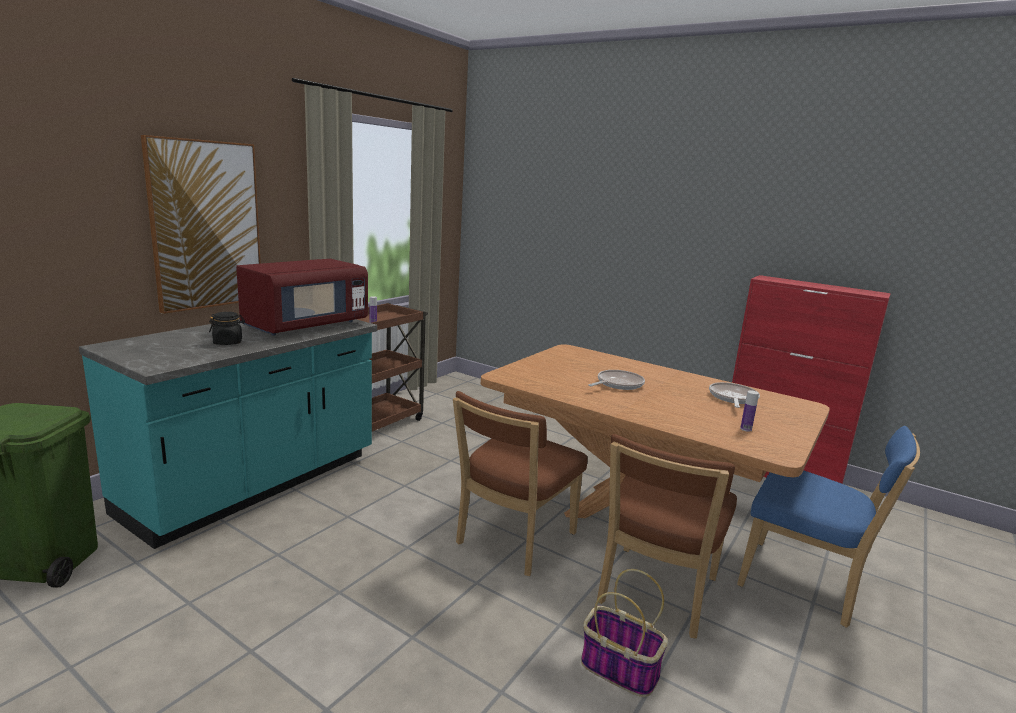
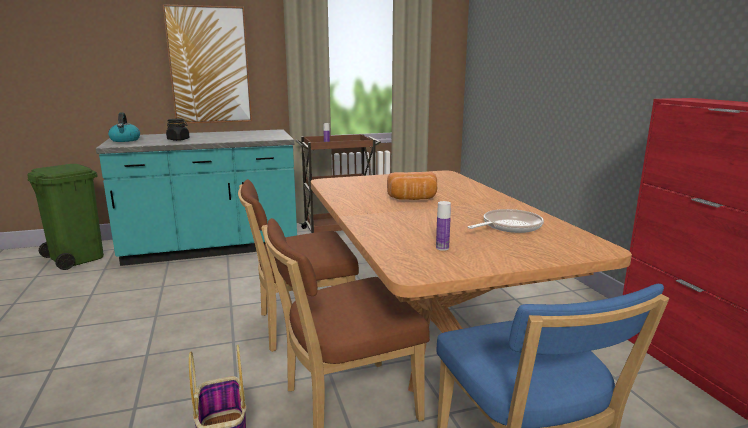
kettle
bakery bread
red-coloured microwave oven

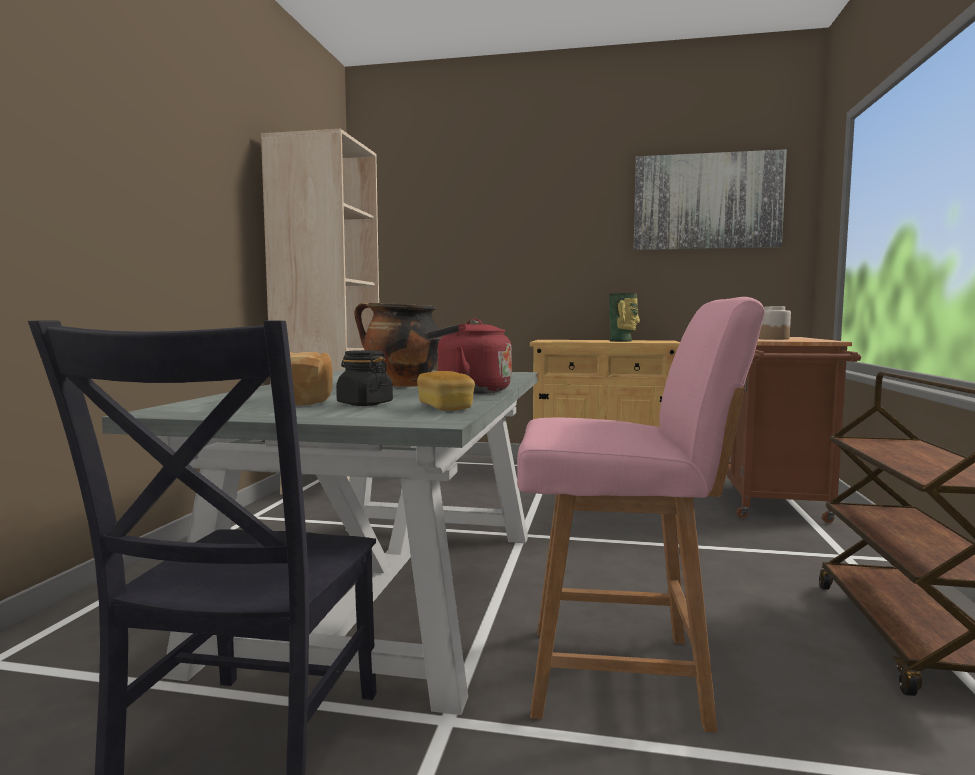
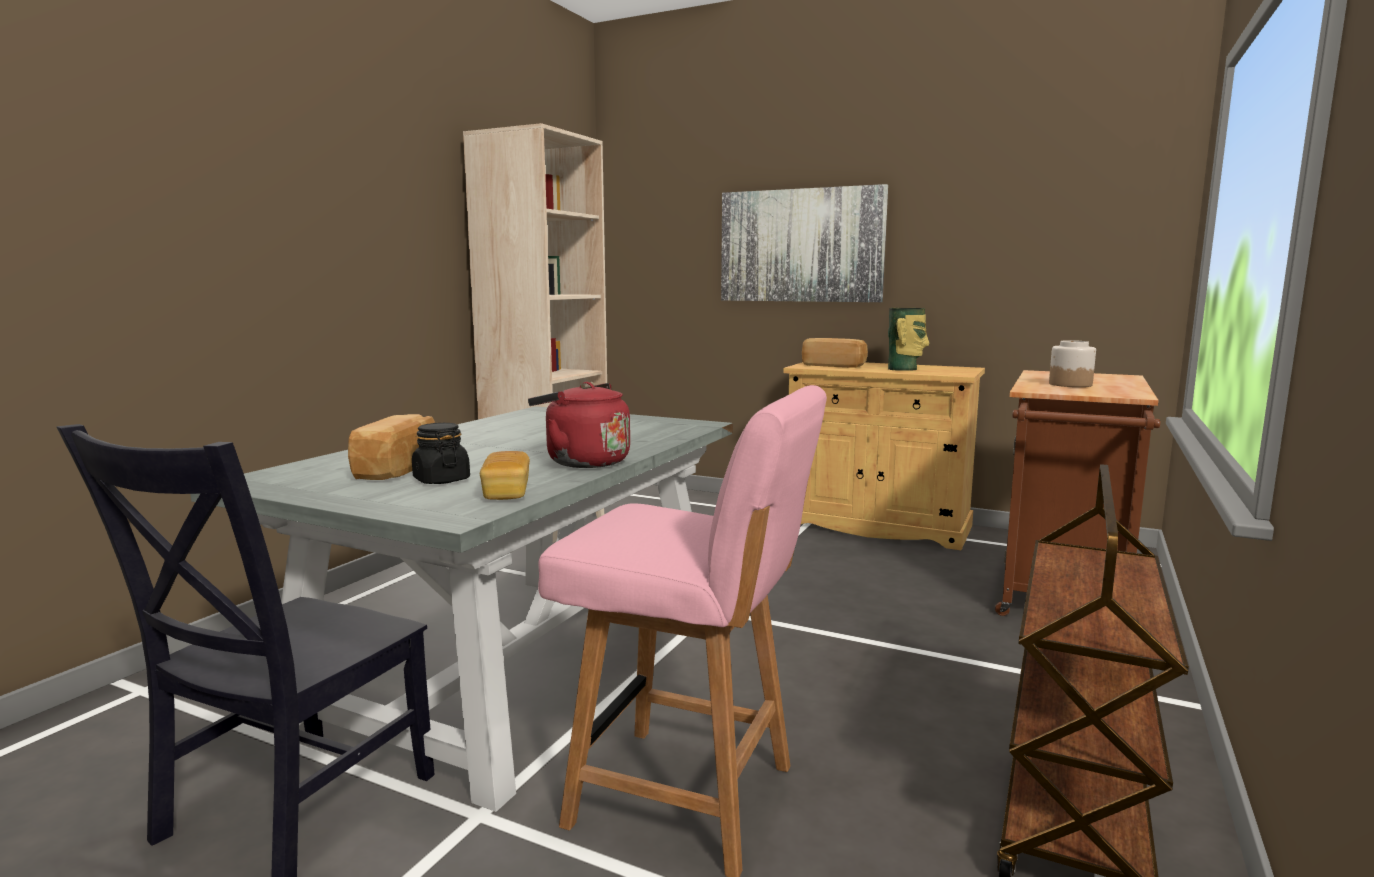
wall picture
bakery bread (3rd from left)
stockpot

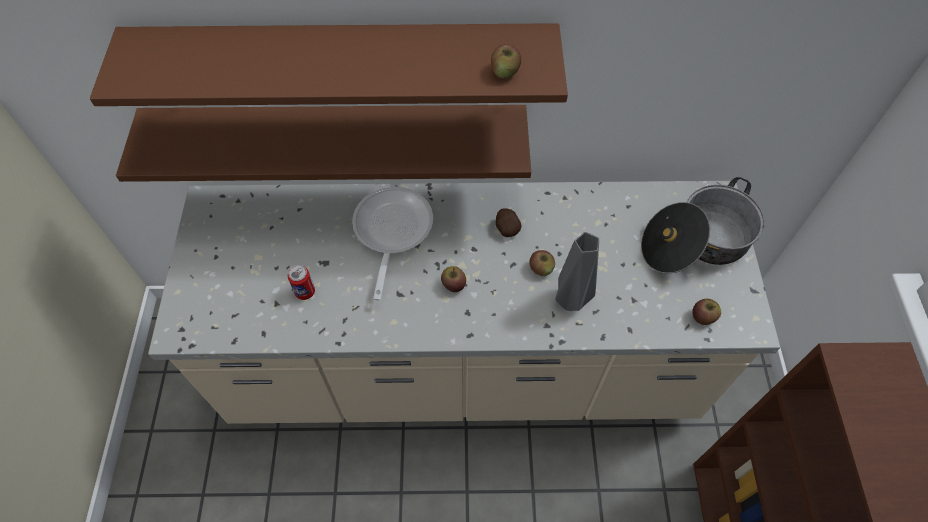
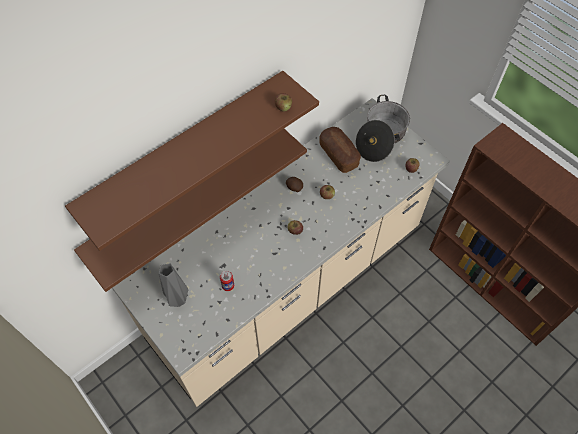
gray vase
bakery bread
pan

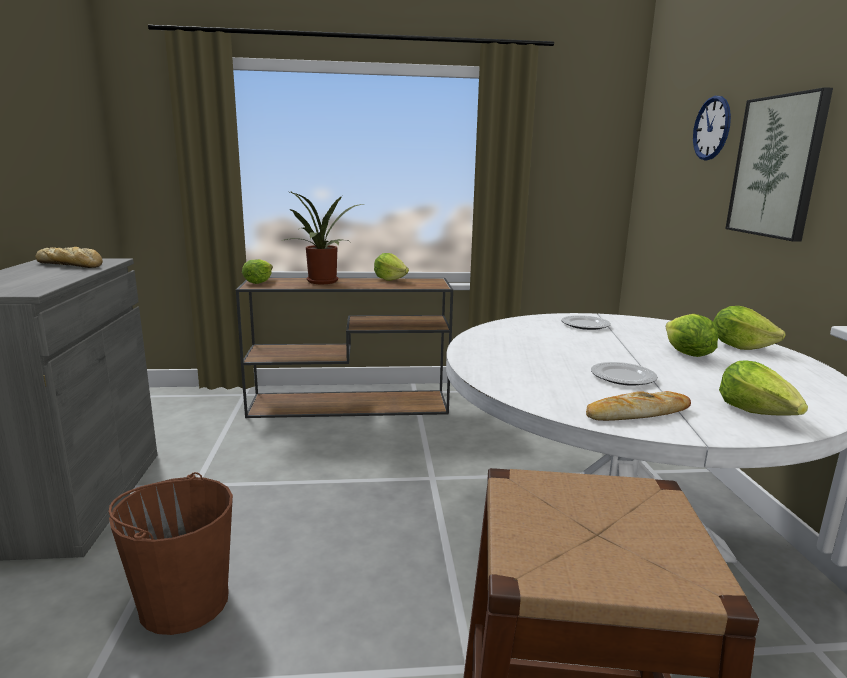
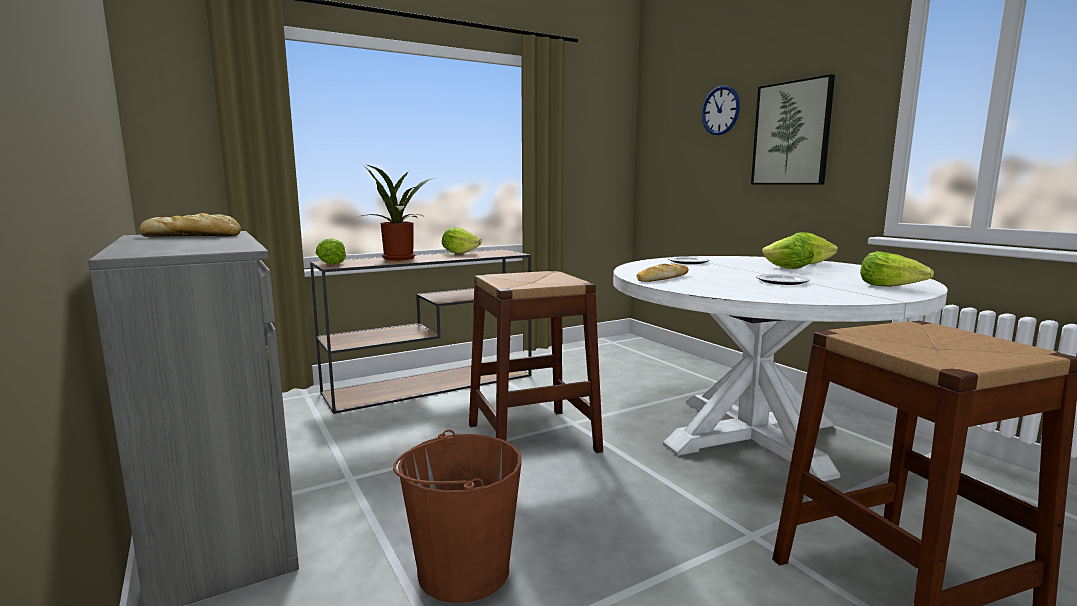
brown-coloured sitting stool (1st from left)
bakery bread (2nd from left)

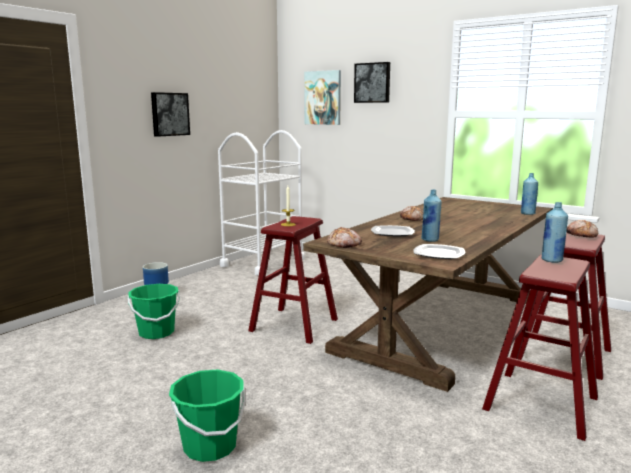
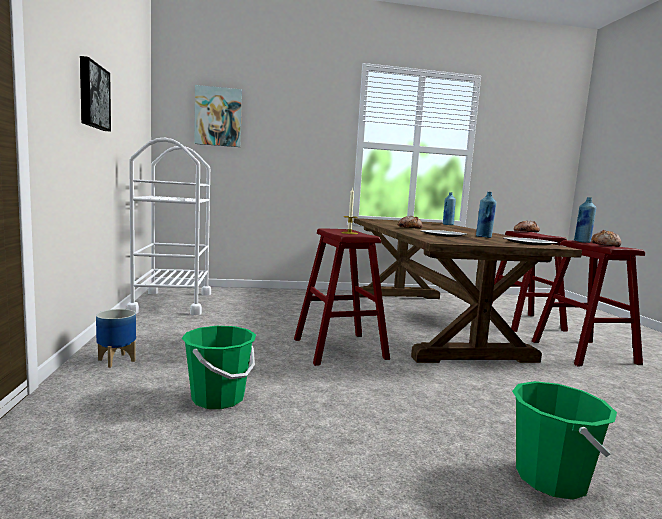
bakery bread (3rd from left)
wall picture (3rd from left in the first image)

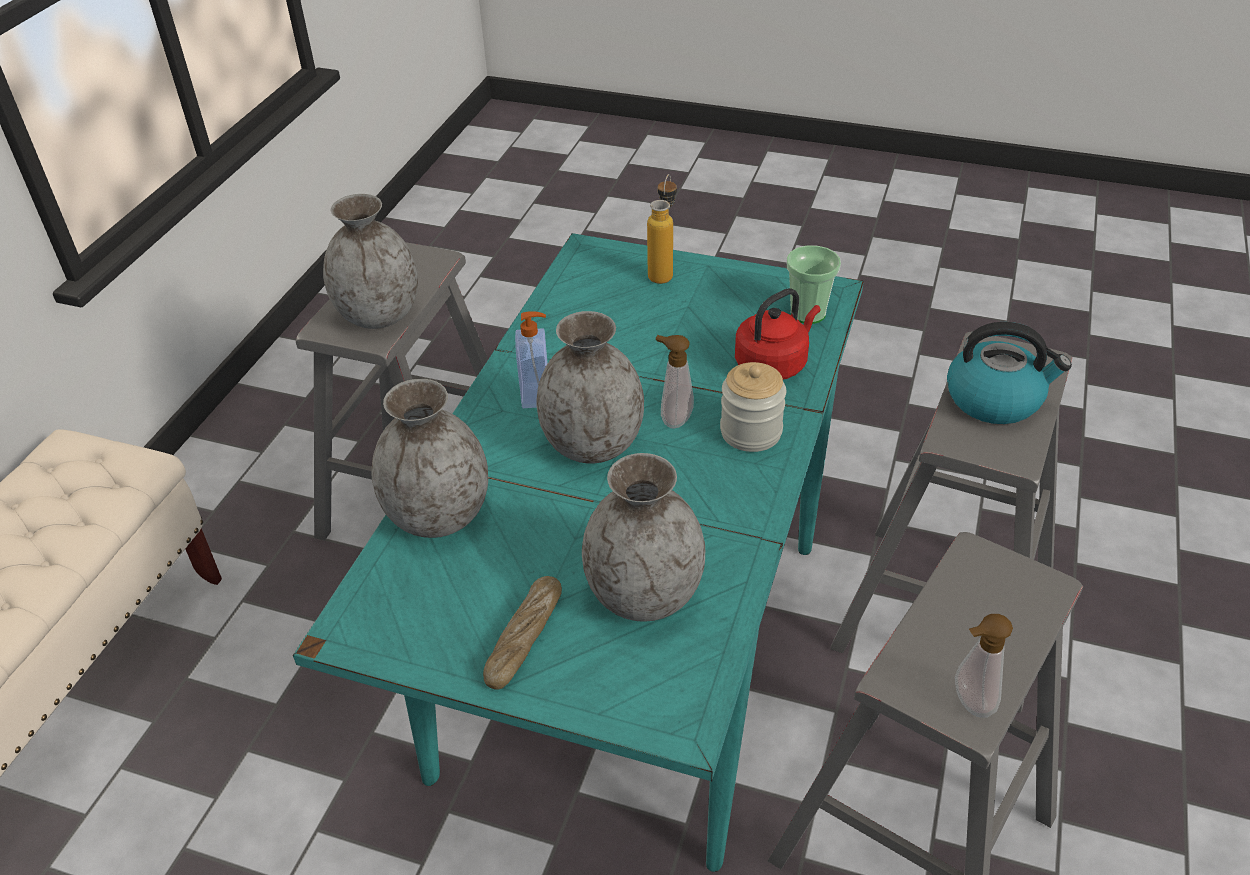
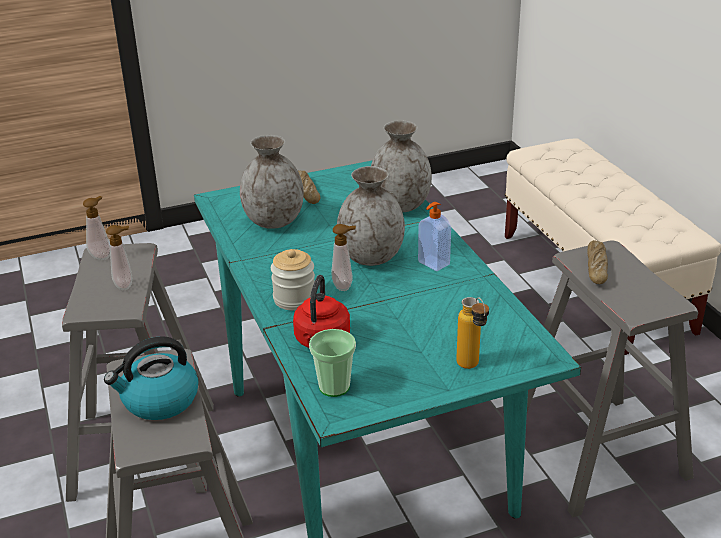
soap bottle (2nd from left)
bakery bread (2nd from left)

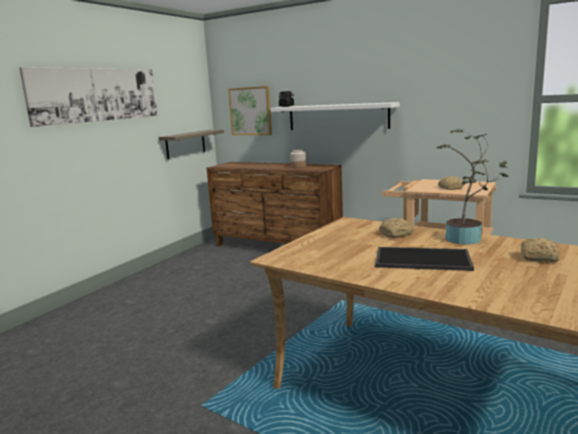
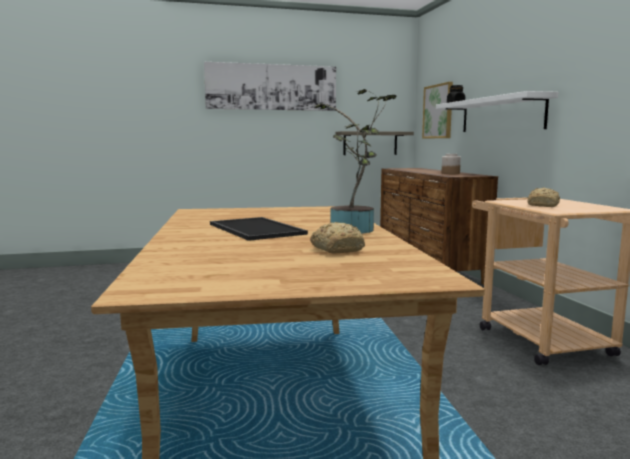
bakery bread (1st from left in the first image)

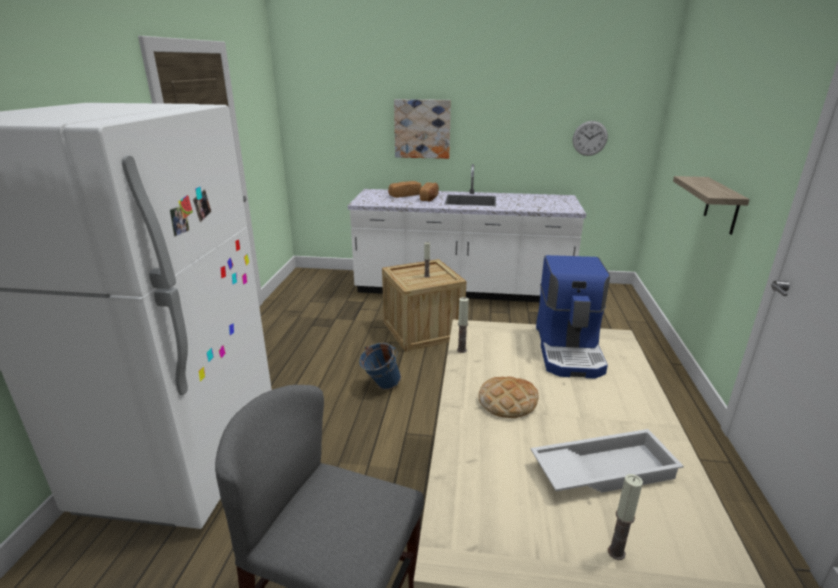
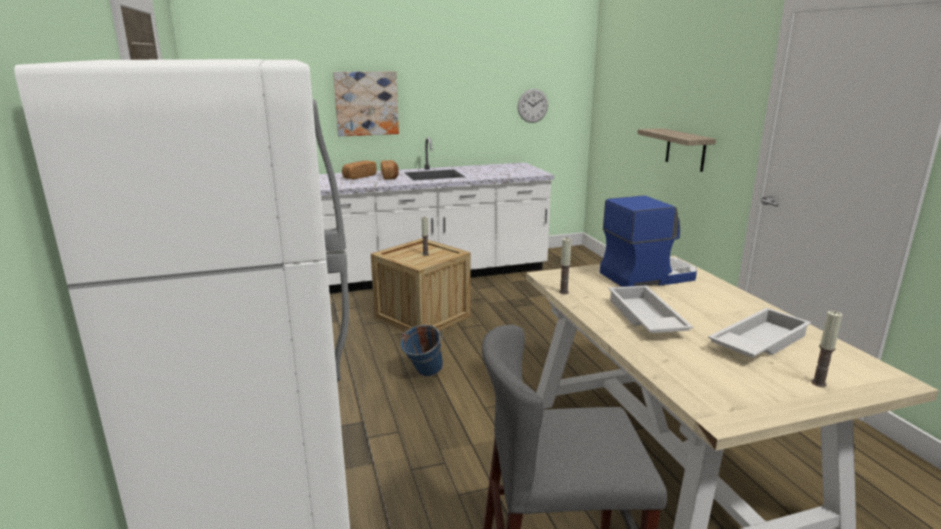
coffee maker
whitish serving tray (1st from left)

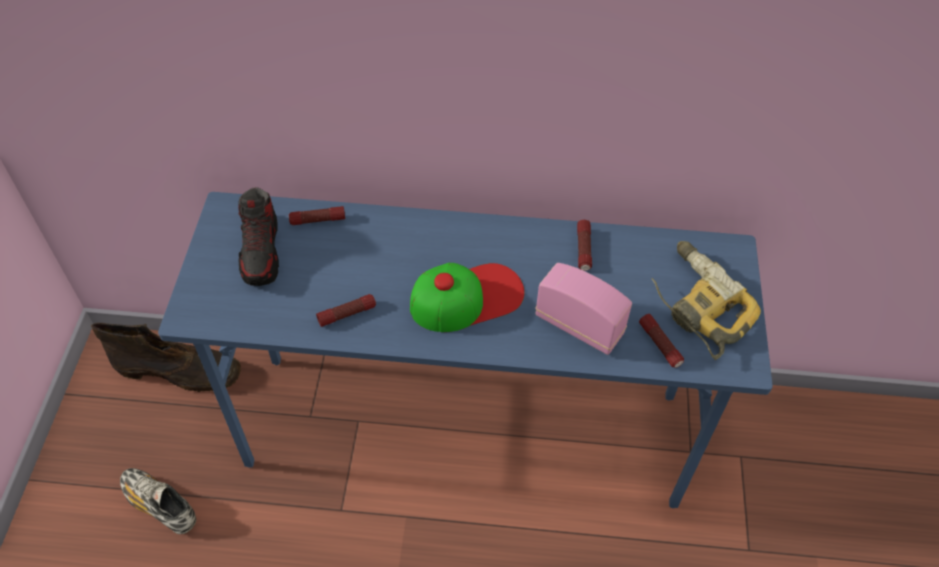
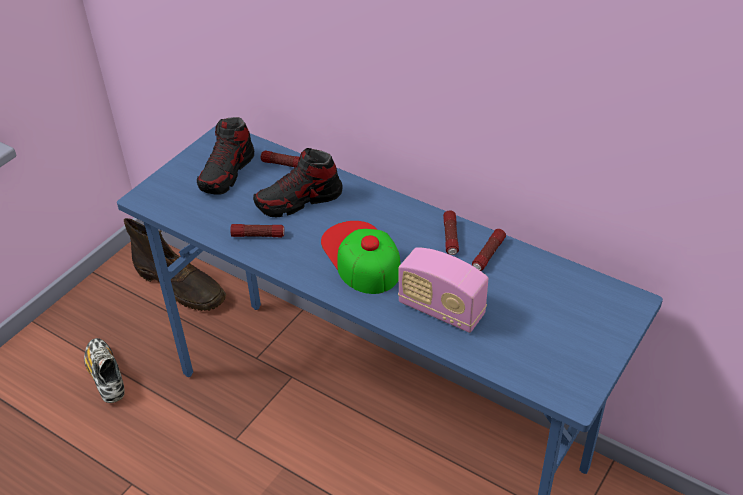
item of footwear (3rd from left)
cap
radio
hand torch (3rd from left)
drill

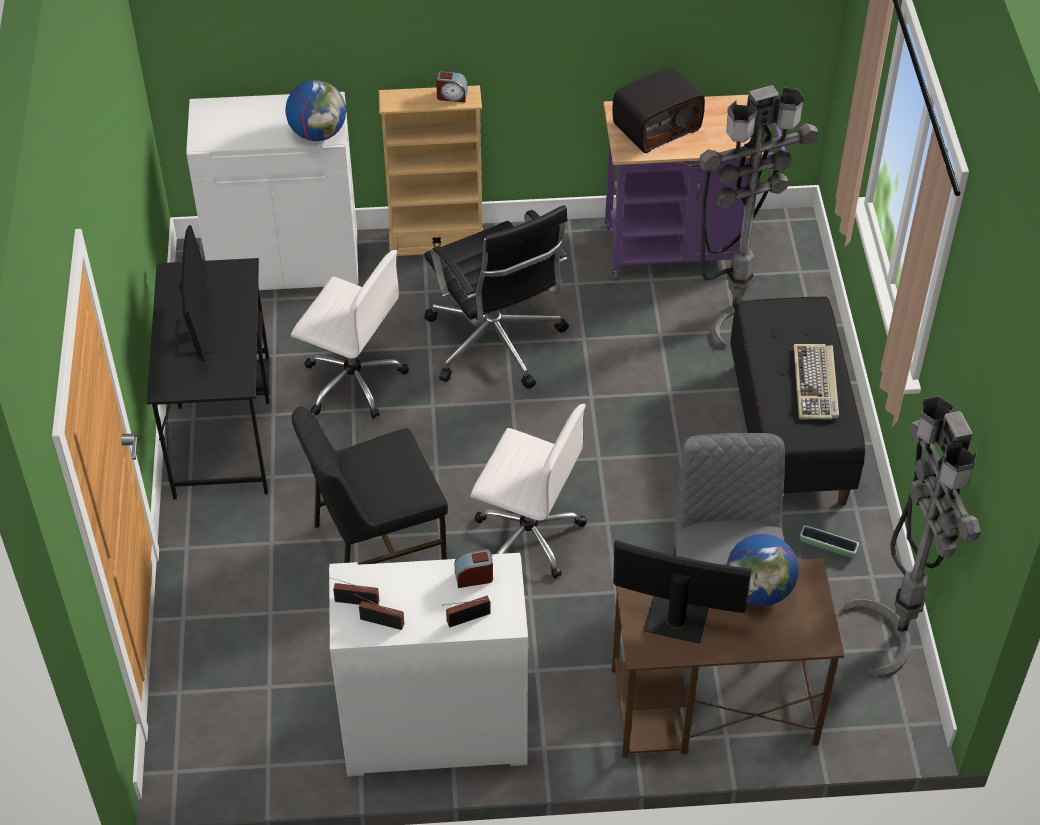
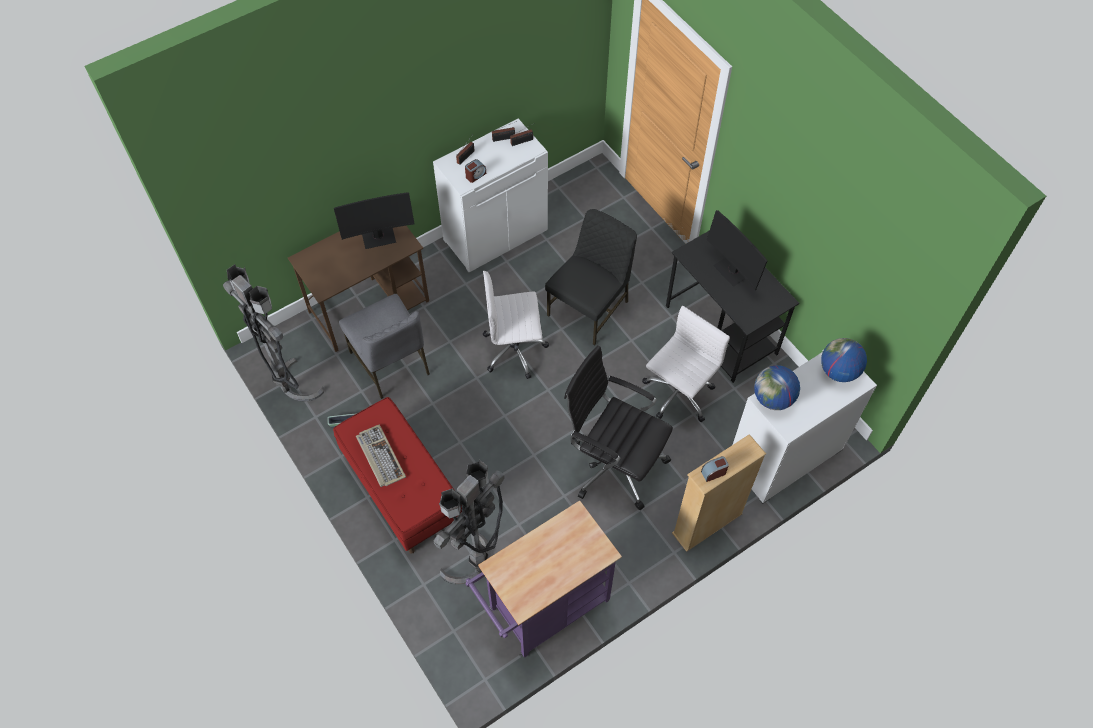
red-coloured long seat
whitish computer chair (2nd from left)
desk globe (2nd from left)
radio (4th from left in the first image)

